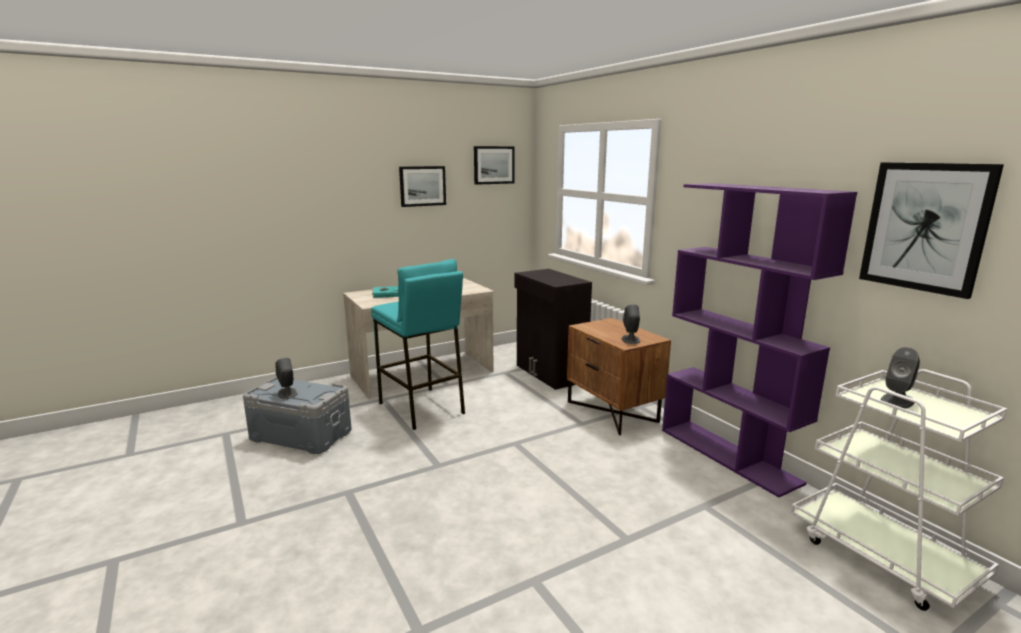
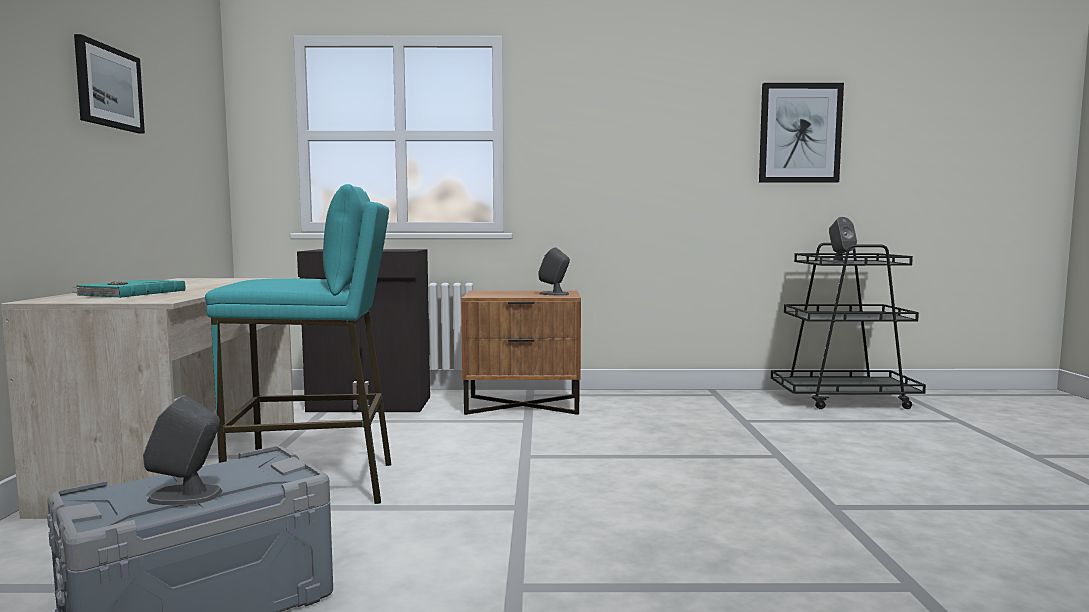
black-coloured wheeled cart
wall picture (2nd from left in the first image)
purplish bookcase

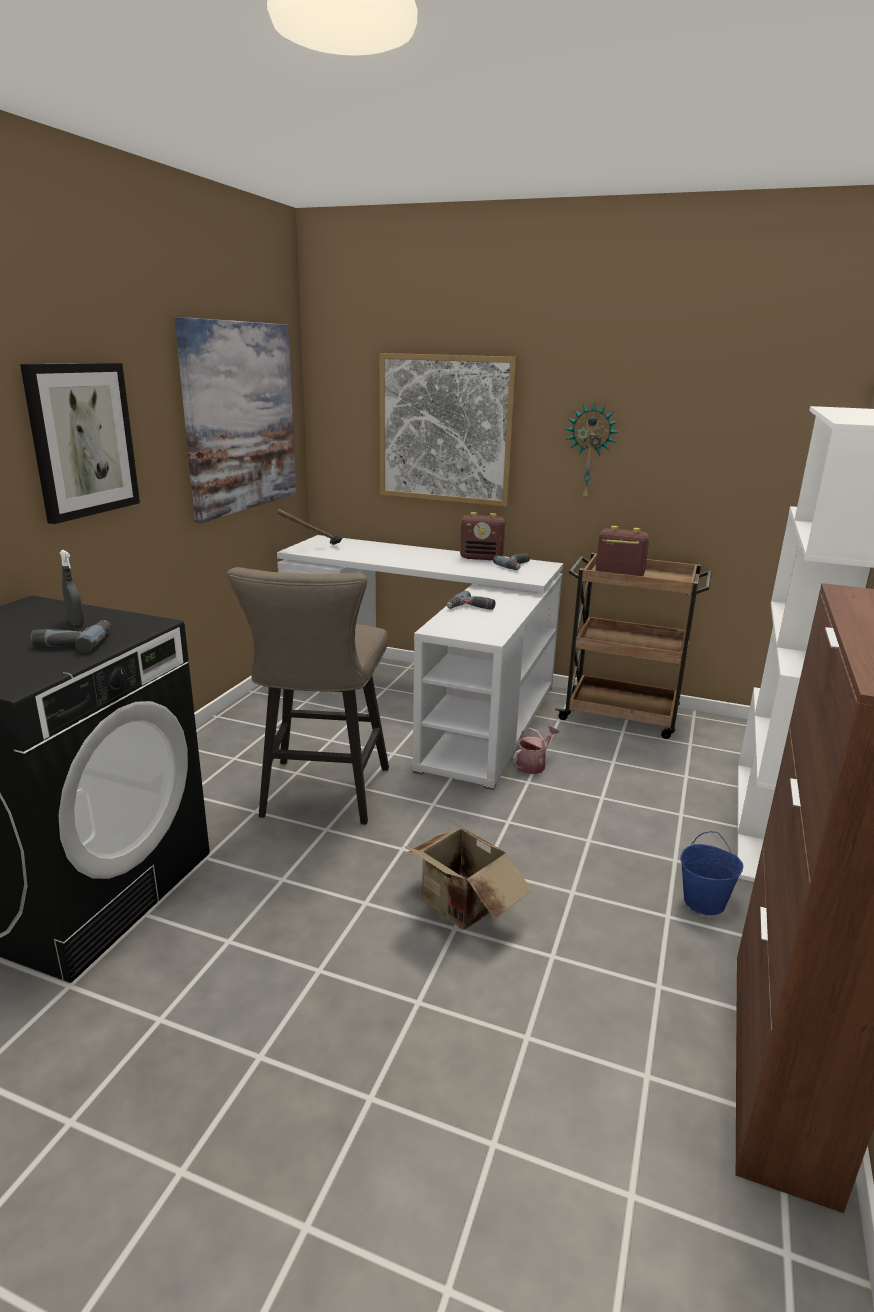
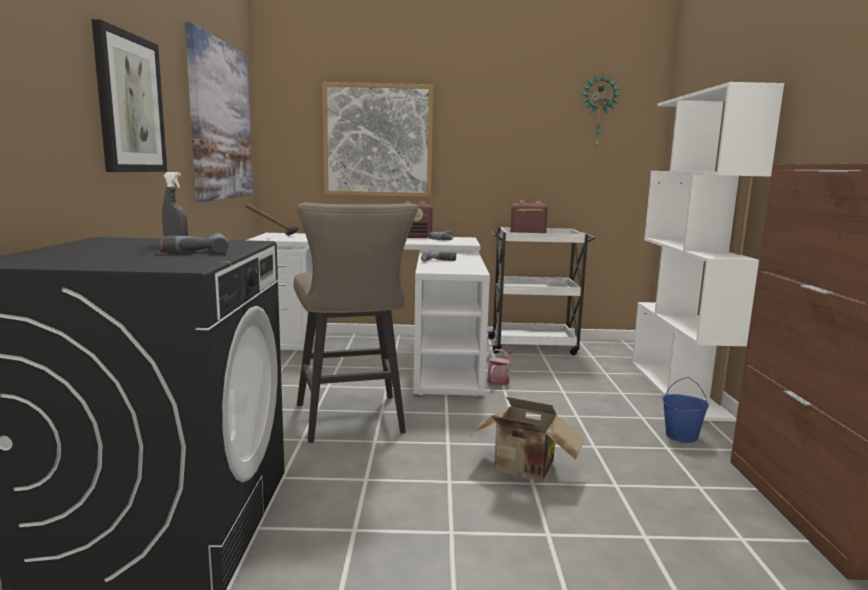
whitish wheeled cart
wall clock

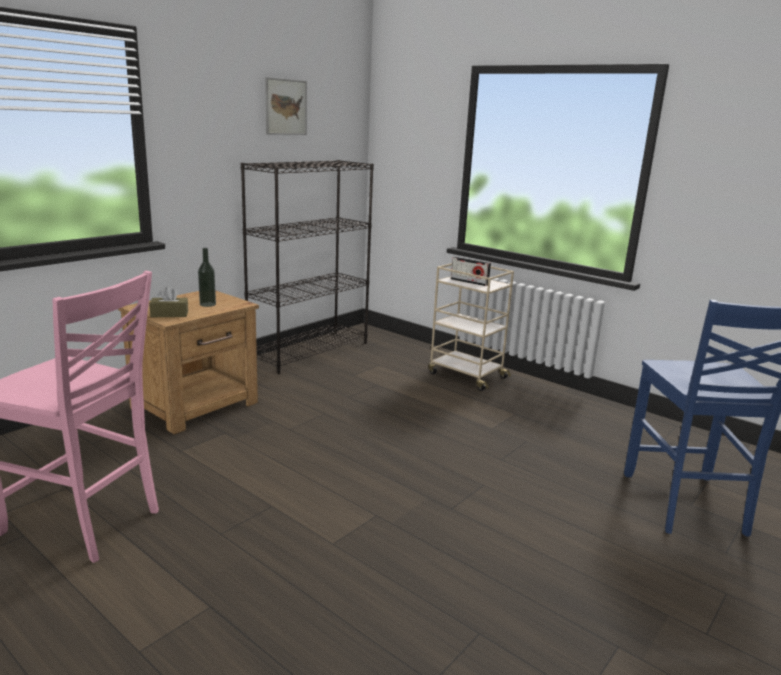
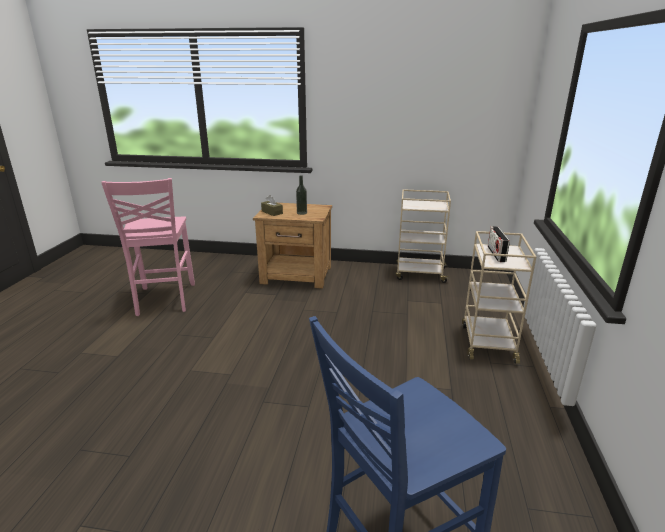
sand-coloured wheeled cart (1st from left)
wall picture

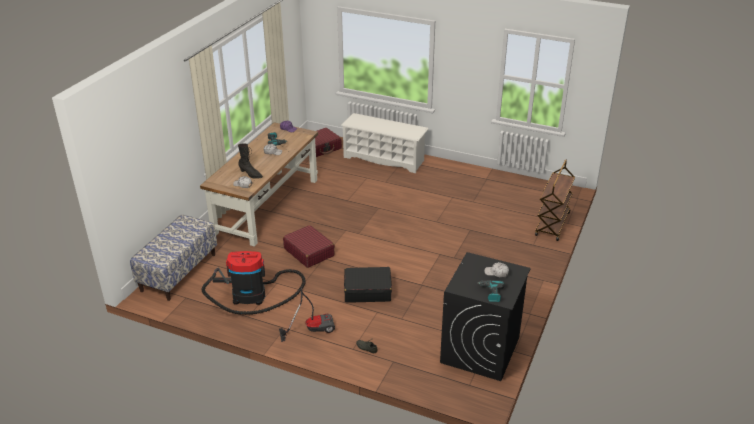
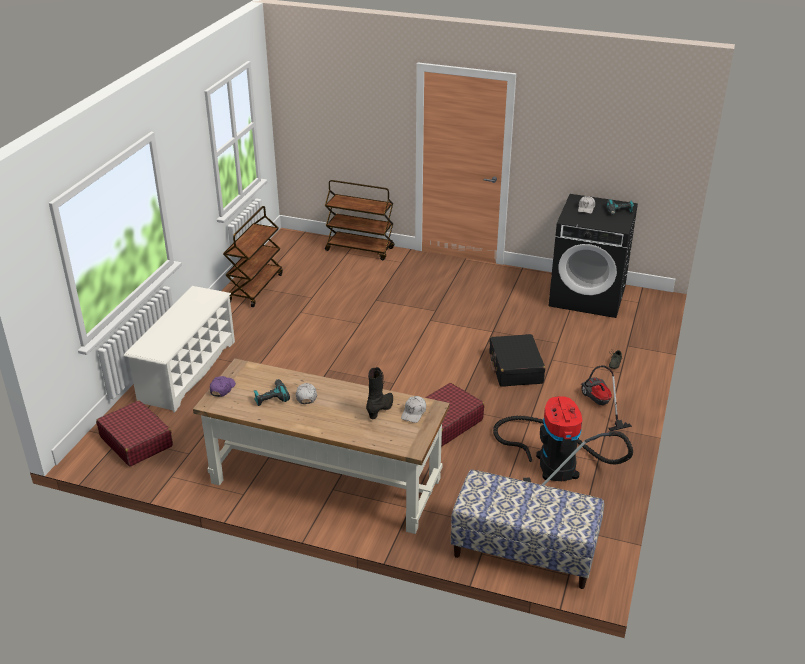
brown-coloured wheeled cart (1st from left)

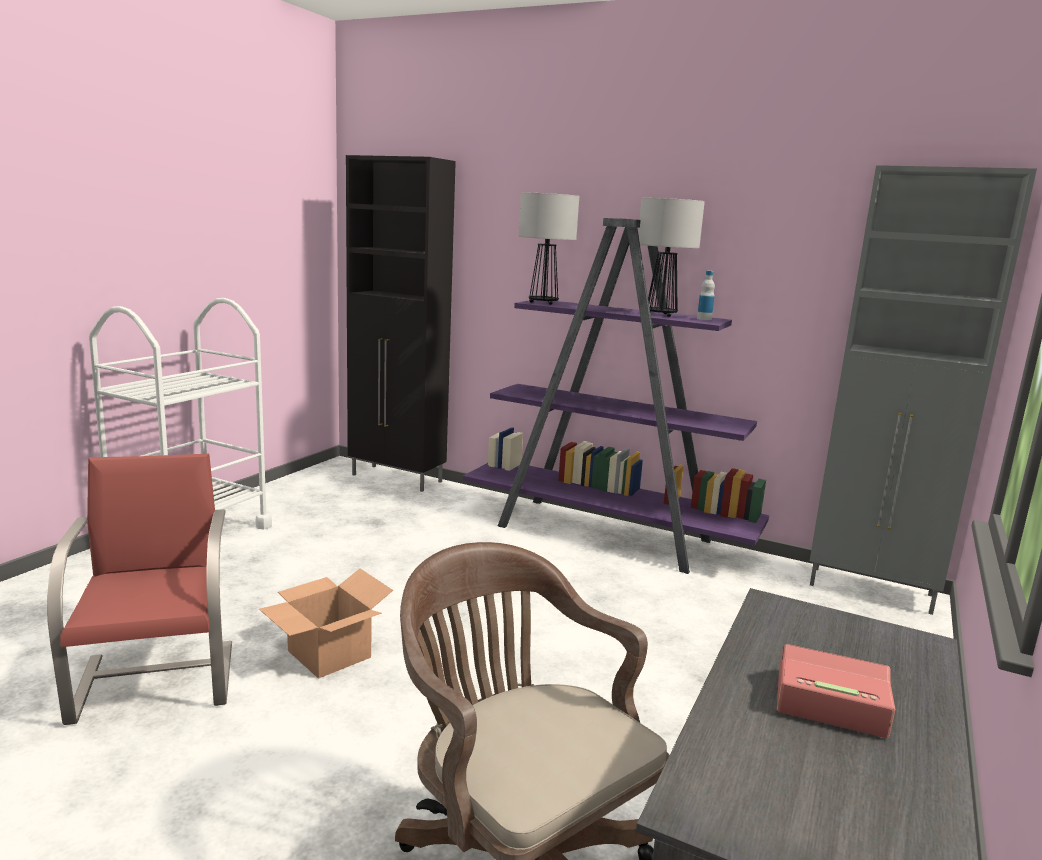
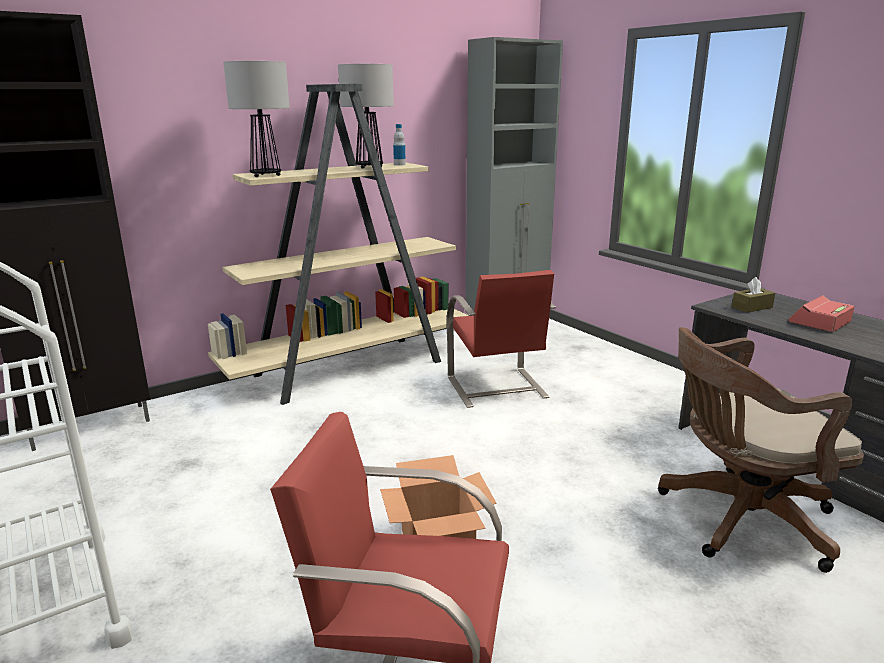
sand-coloured bookcase
red-coloured chair (2nd from left)
brown-coloured tissue holder

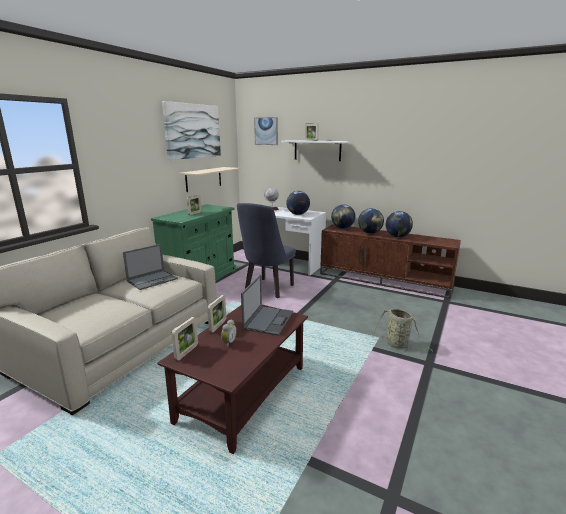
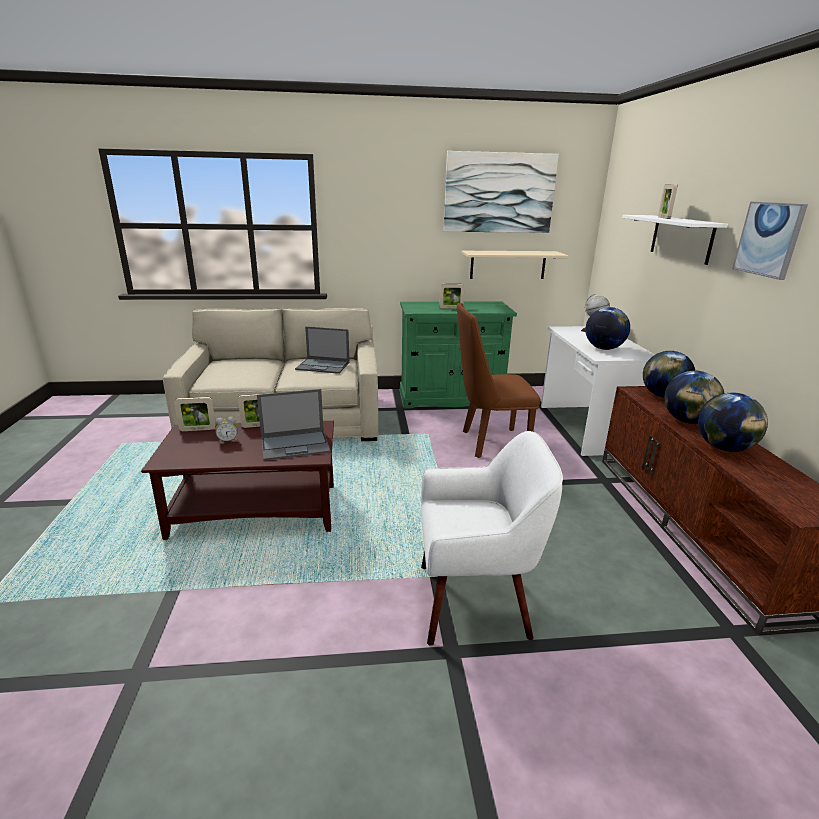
whitish easy chair
brown-coloured chair
wall picture (2nd from left)

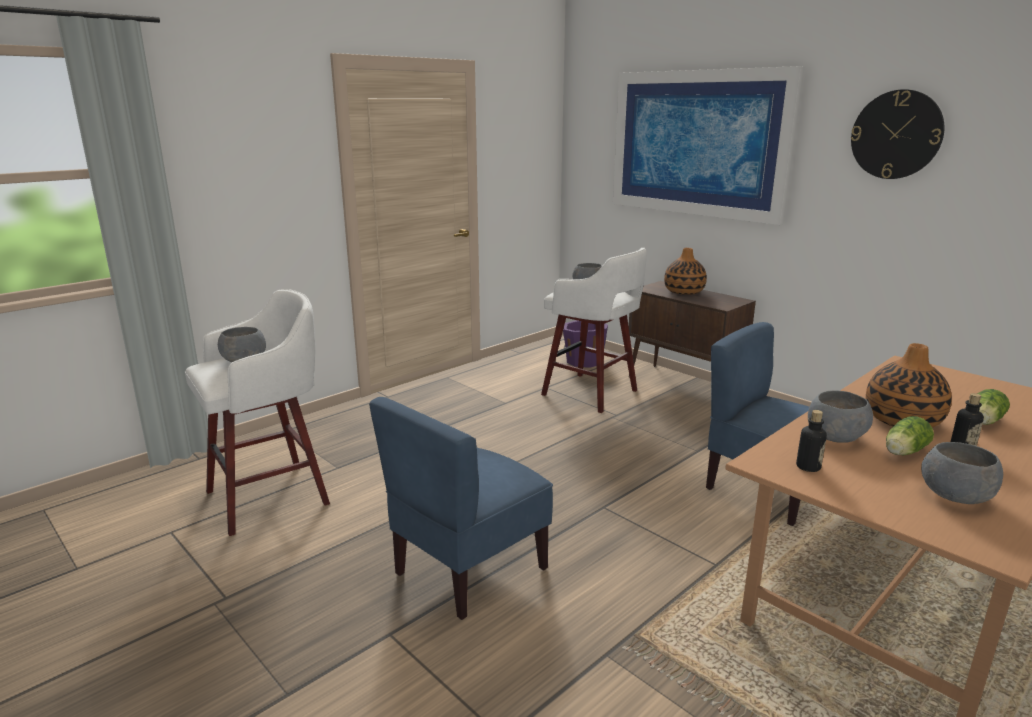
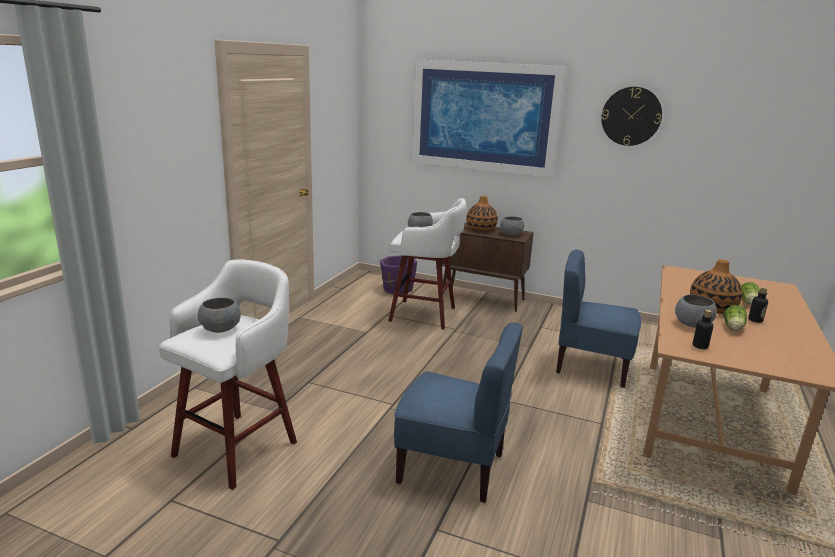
blue-coloured chair (1st from left)
gray bowl (3rd from left)

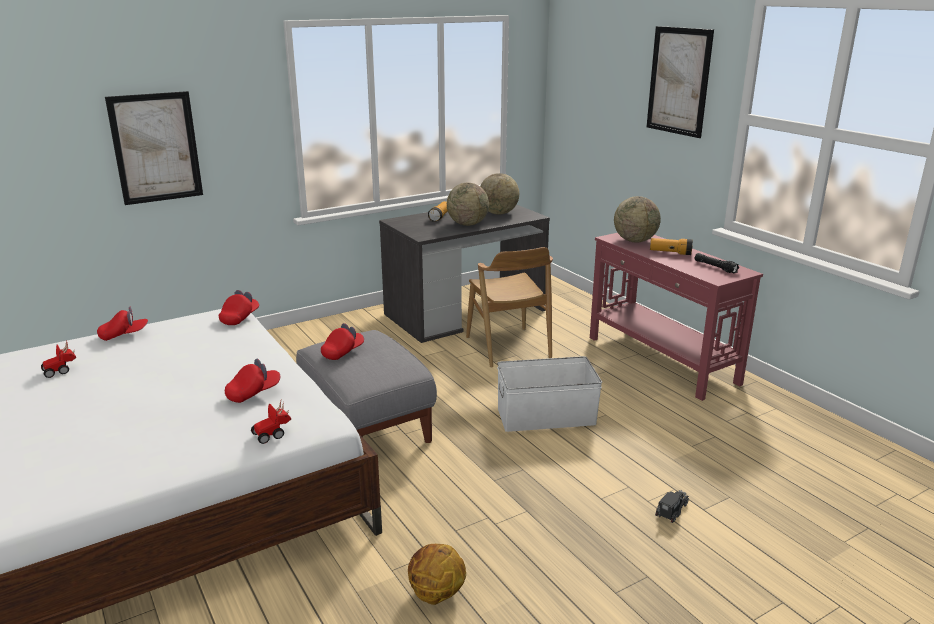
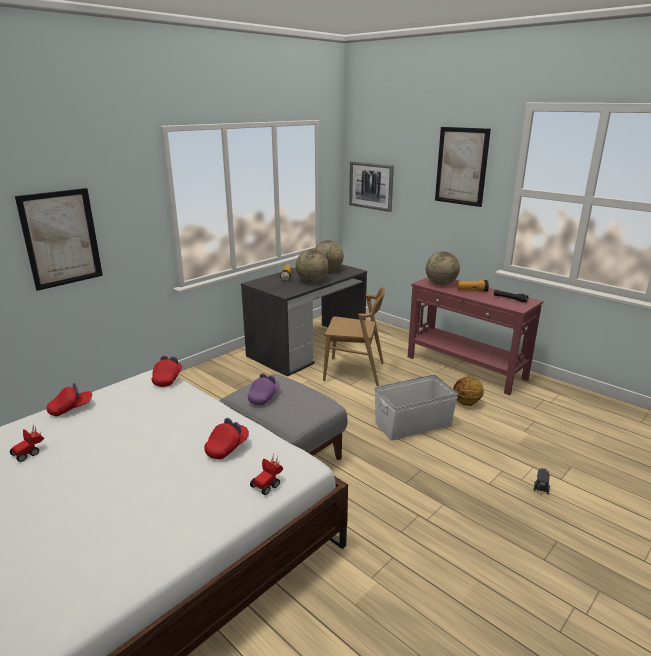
purplish cap
brown-coloured chair
wall picture (2nd from left)
basketball ball

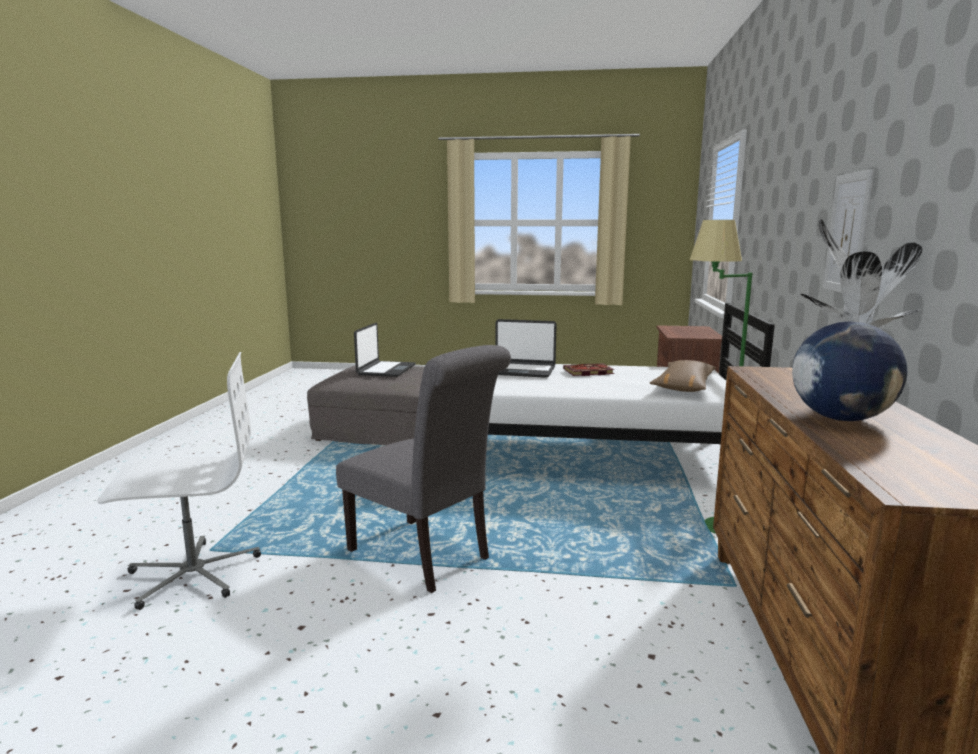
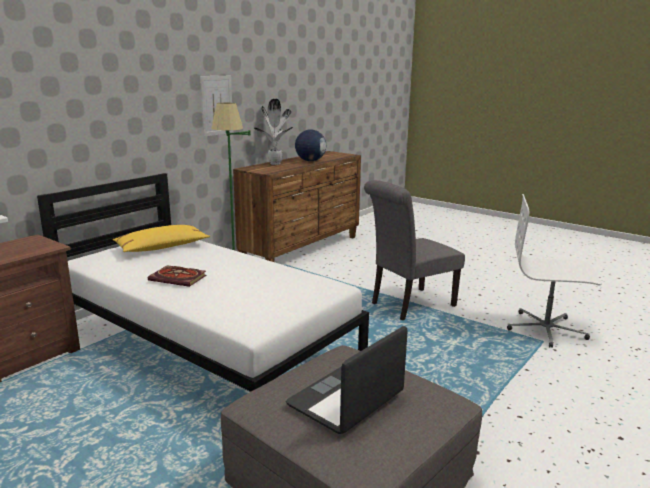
yellow-coloured throw pillow
gray chair
laptop (2nd from left in the first image)

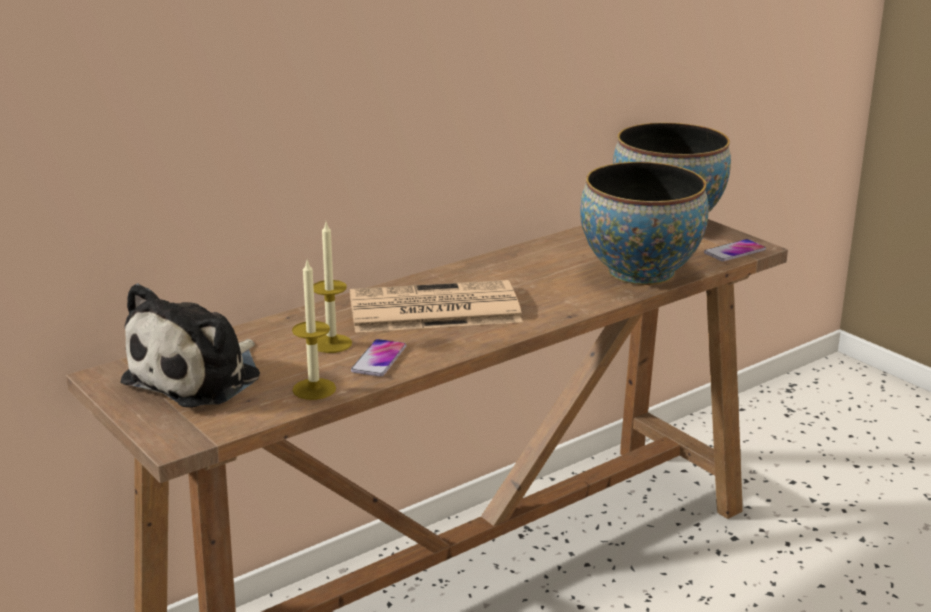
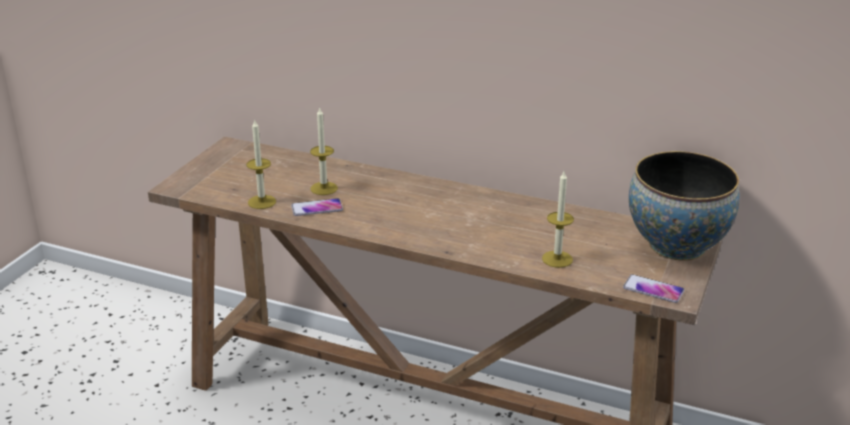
candle (3rd from left)
cuddly toy
printed paper

